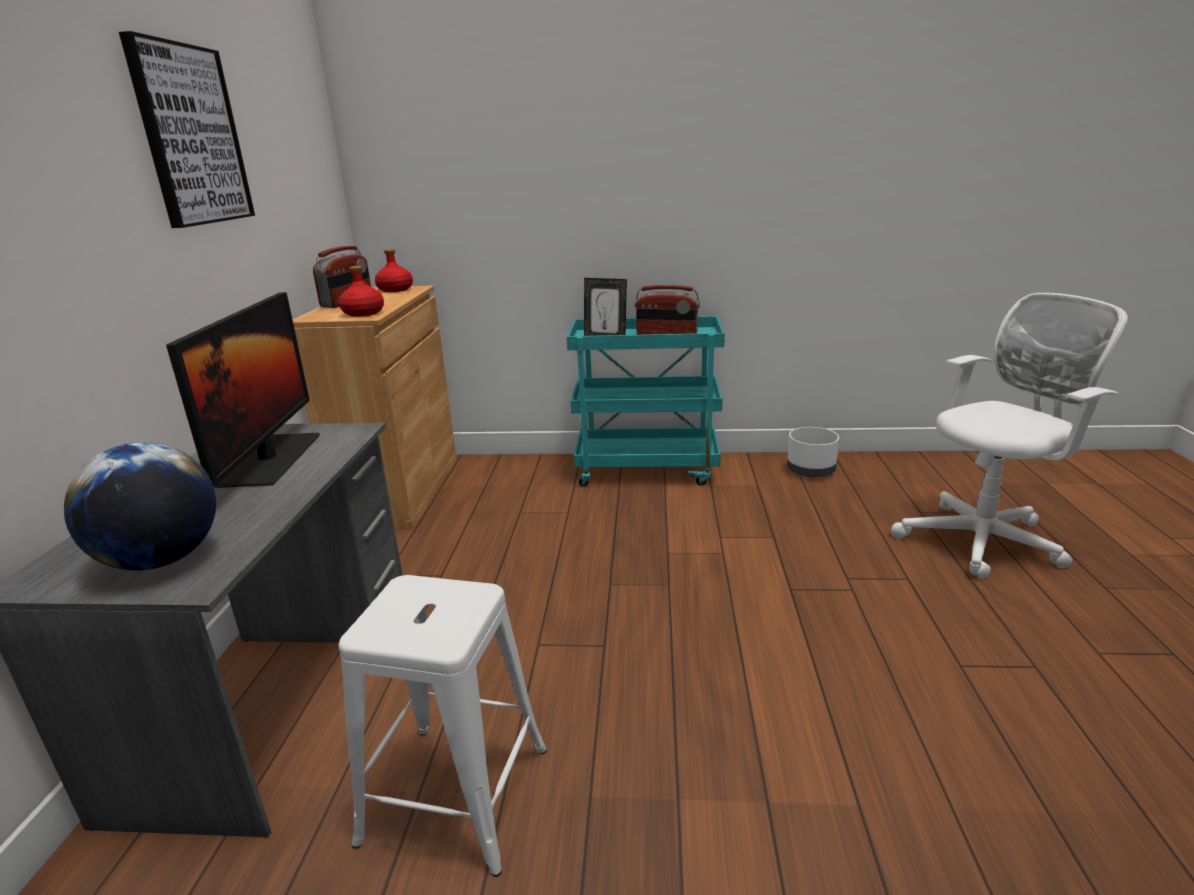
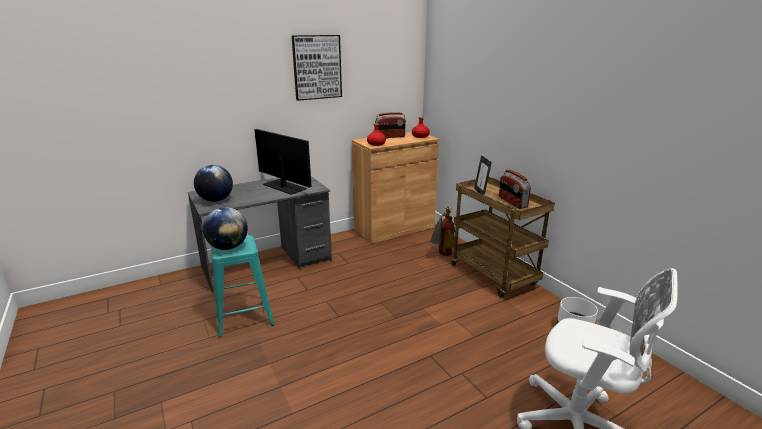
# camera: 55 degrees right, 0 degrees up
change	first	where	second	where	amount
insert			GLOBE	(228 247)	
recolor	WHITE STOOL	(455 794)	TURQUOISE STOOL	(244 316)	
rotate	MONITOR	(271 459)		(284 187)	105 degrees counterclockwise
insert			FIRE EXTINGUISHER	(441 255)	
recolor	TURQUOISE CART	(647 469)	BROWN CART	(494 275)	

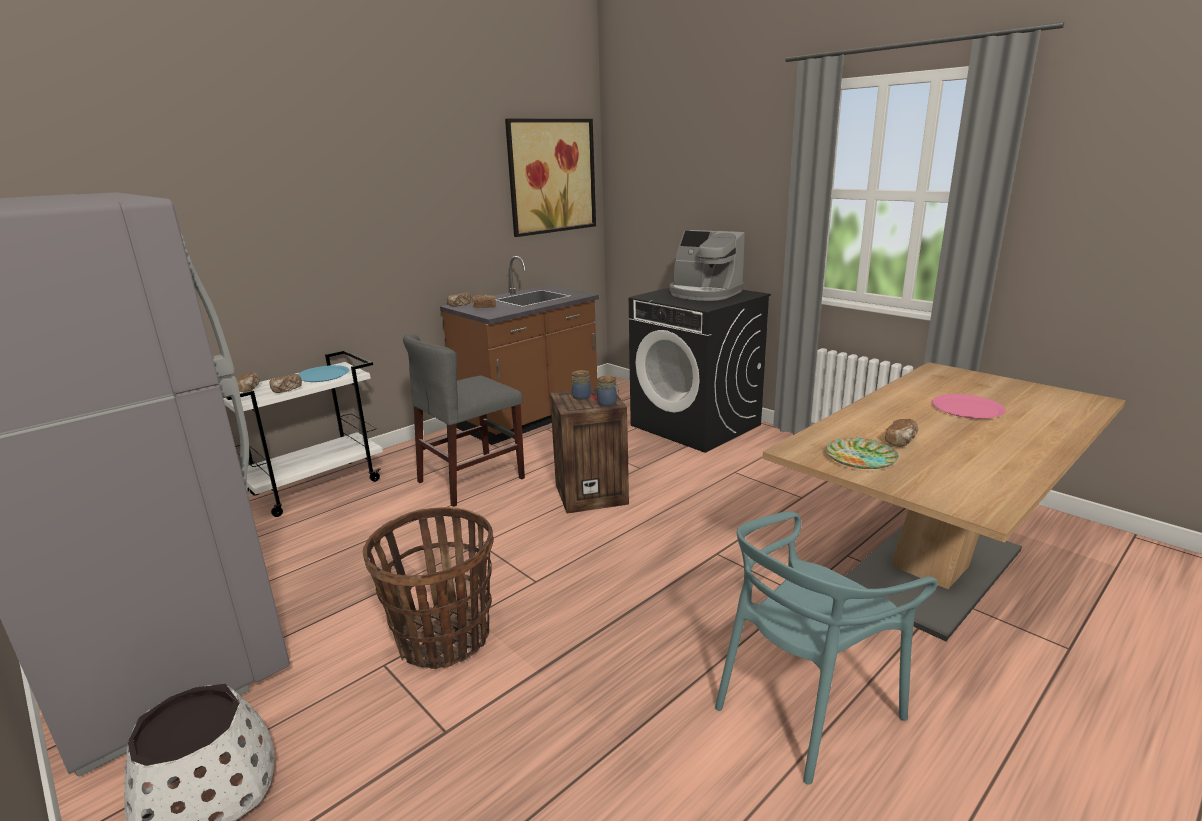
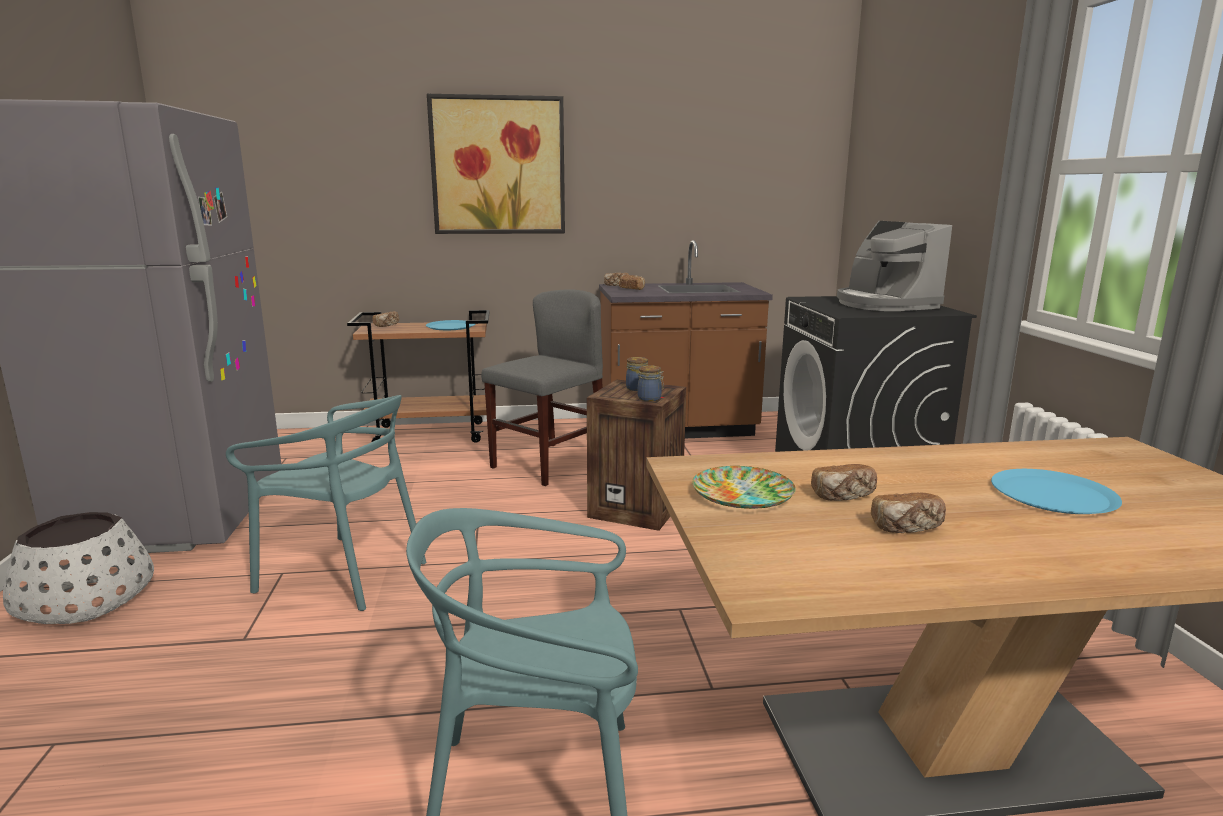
# camera: 35 degrees right, 5 degrees down
change	first	where	second	where	amount
replace	BASKET	(443 639)	TURQUOISE CHAIR	(343 574)	
recolor	WHITE CART	(317 486)	BROWN CART	(431 434)	
move	PICTURE	(552 176)		(498 166)	
rotate	GREY CHAIR	(471 480)		(549 464)	135 degrees clockwise
move	BREAD	(287 390)		(907 528)	
recolor	PINK PLATE	(967 408)	BLUE PLATE	(1053 494)	

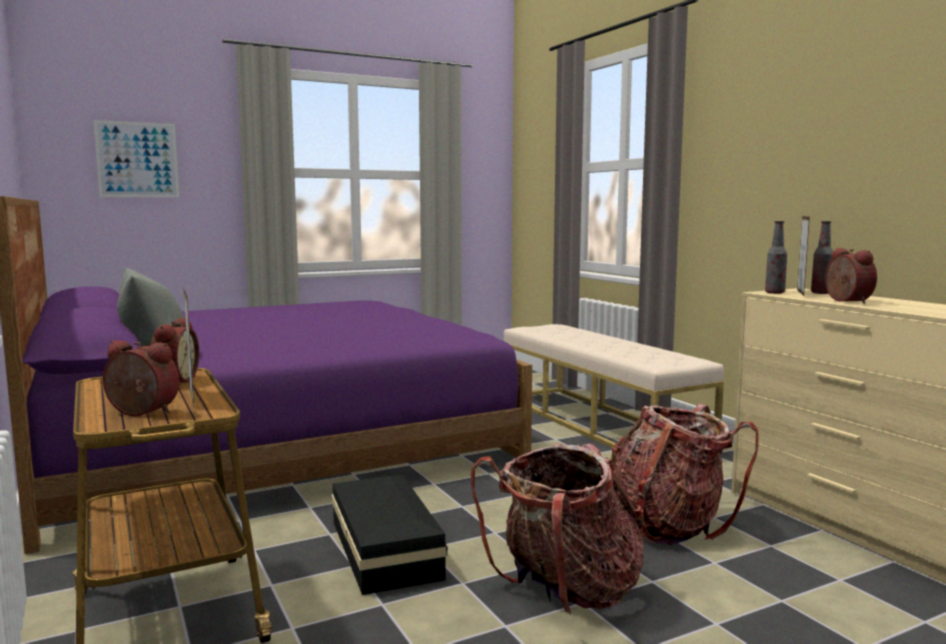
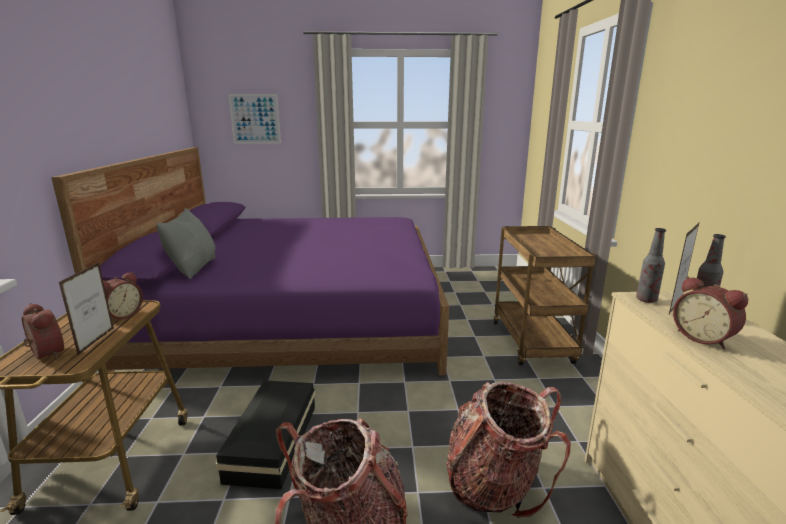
# camera: 25 degrees right, 10 degrees up
change	first	where	second	where	amount
replace	BEIGE BENCH	(598 422)	BROWN CART	(533 343)	
rotate	ALARM CLOCK	(845 301)		(703 338)	135 degrees clockwise

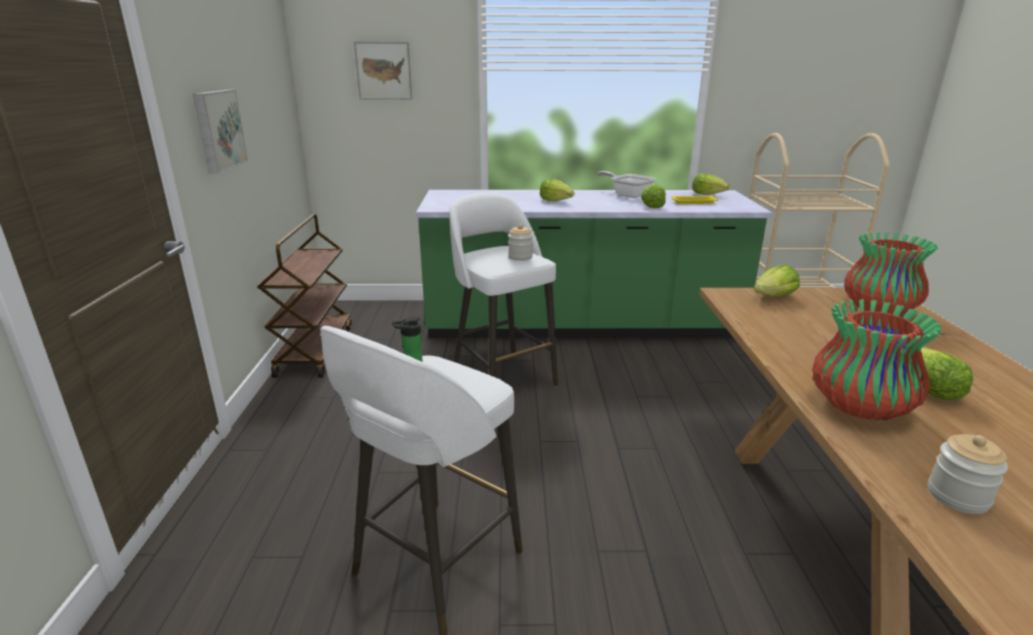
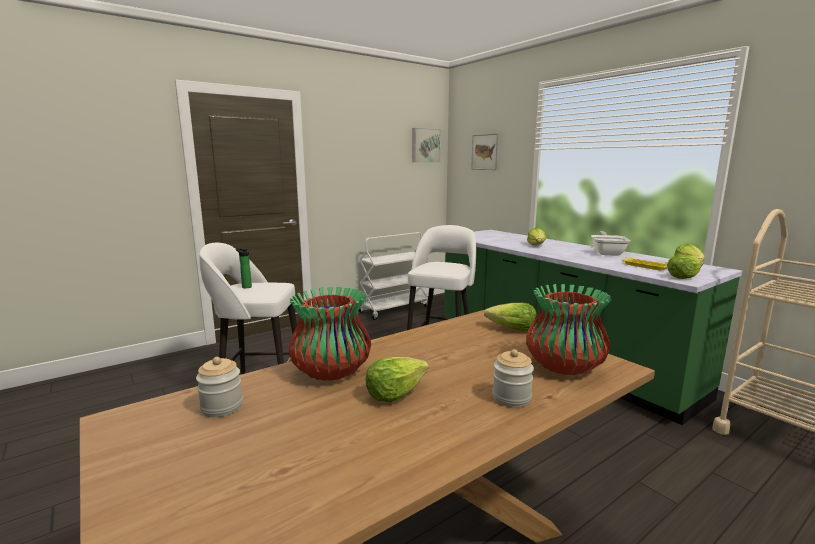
# camera: 55 degrees right, 10 degrees down
change	first	where	second	where	amount
recolor	BROWN CART	(315 350)	WHITE CART	(395 309)	
move	PICTURE	(218 130)		(425 145)	
move	JAR	(520 257)		(511 398)	
move	LETTUCE	(651 206)		(683 277)	

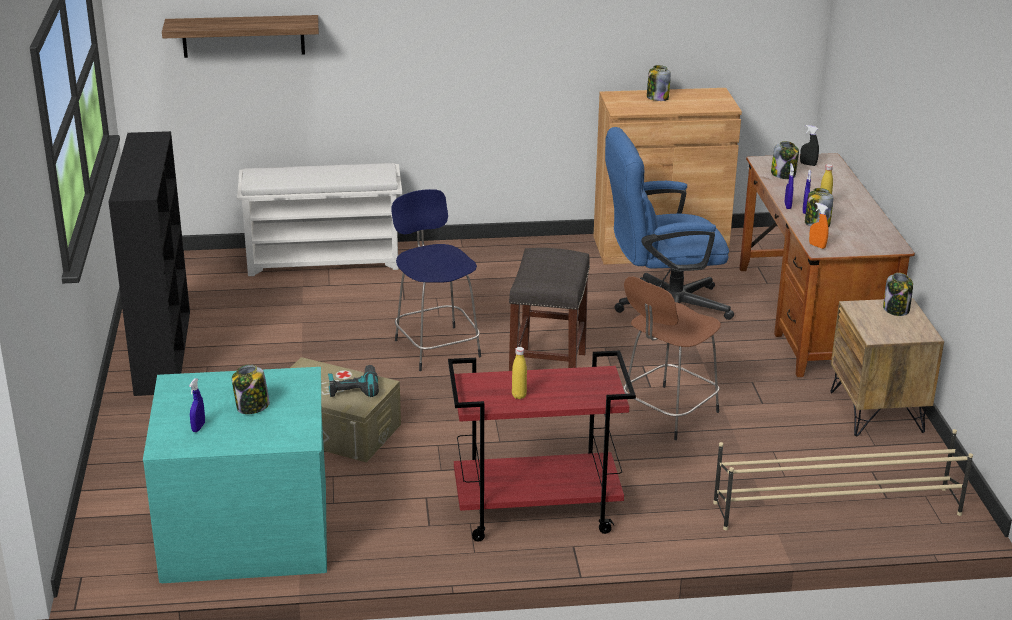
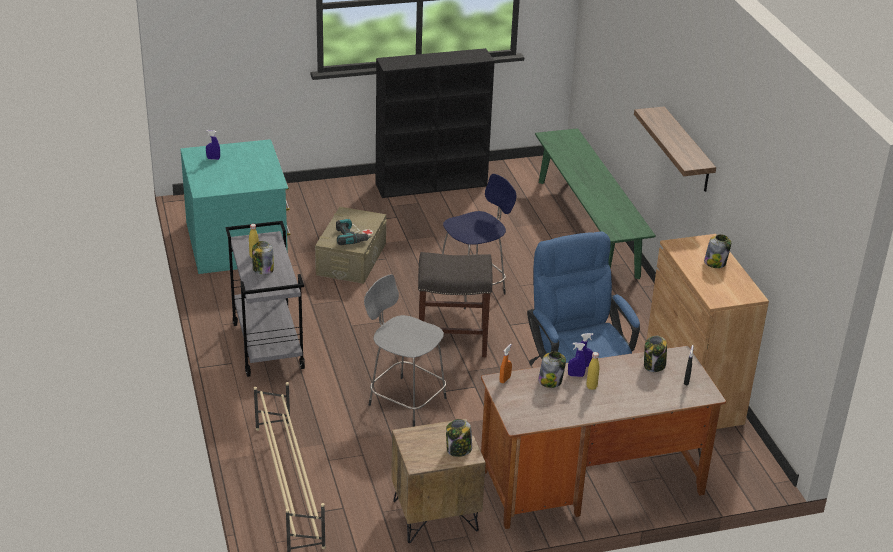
# camera: 80 degrees right, 5 degrees up
change	first	where	second	where	amount
recolor	RED CART	(535 513)	GREY CART	(267 345)	
move	JAR	(252 407)		(263 269)	
recolor	BROWN STOOL	(667 414)	GREY STOOL	(405 400)	
replace	WHITE SHOE RACK	(325 260)	GREEN BENCH	(587 227)	
move	SHELF	(243 36)		(687 151)	

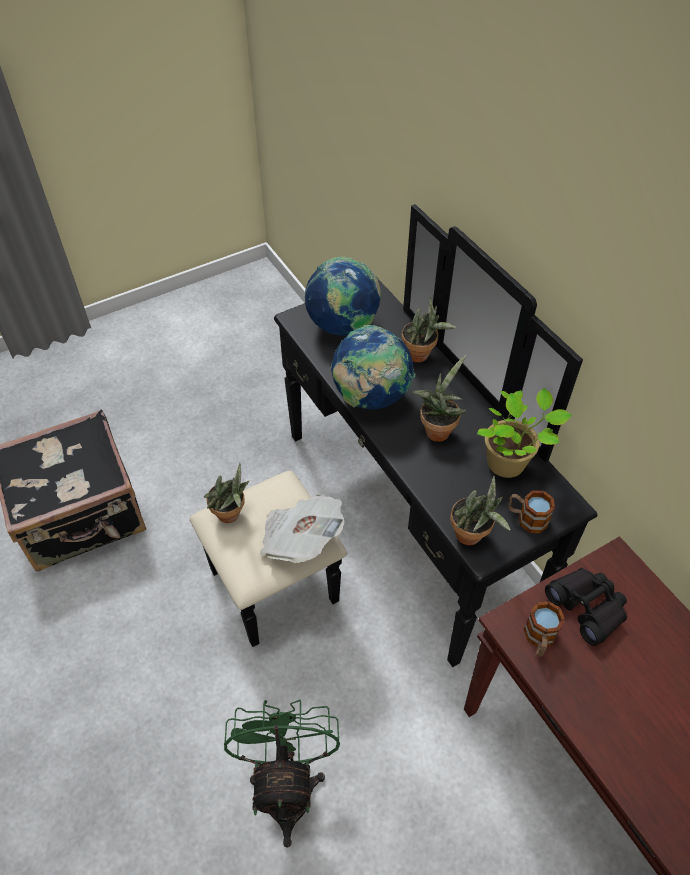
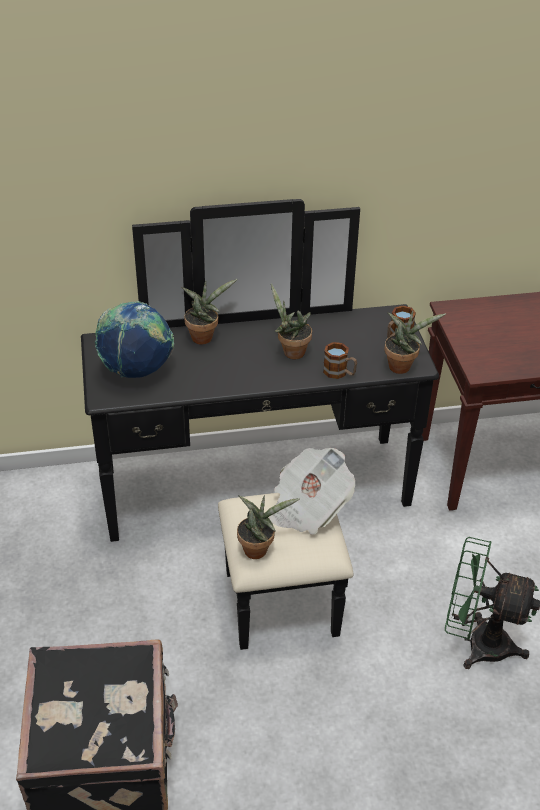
# camera: 70 degrees left, 10 degrees down
change	first	where	second	where	amount
move	MUG	(539 639)		(339 373)	
delete	GLOBE	(370 398)			
delete	POTTED PLANT	(509 463)			
delete	BLACK BINOCULARS	(587 607)			

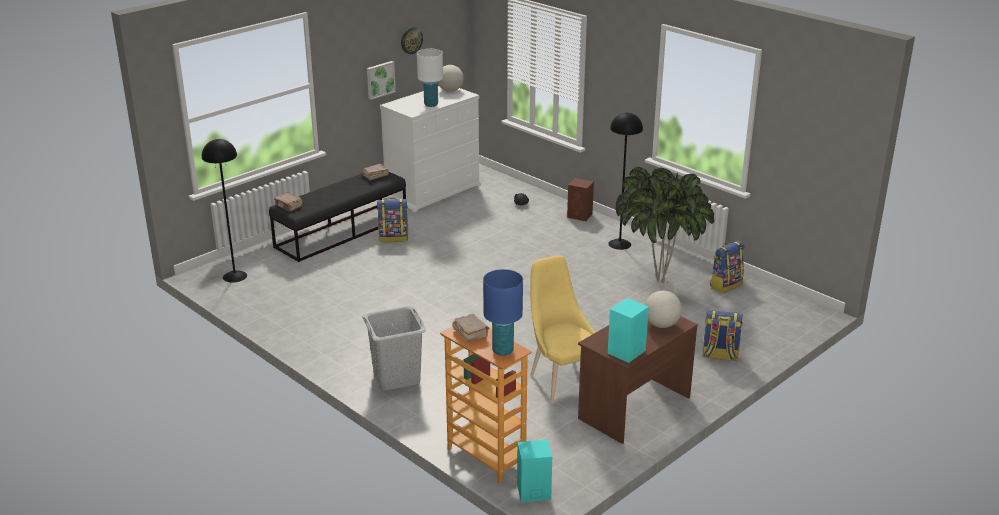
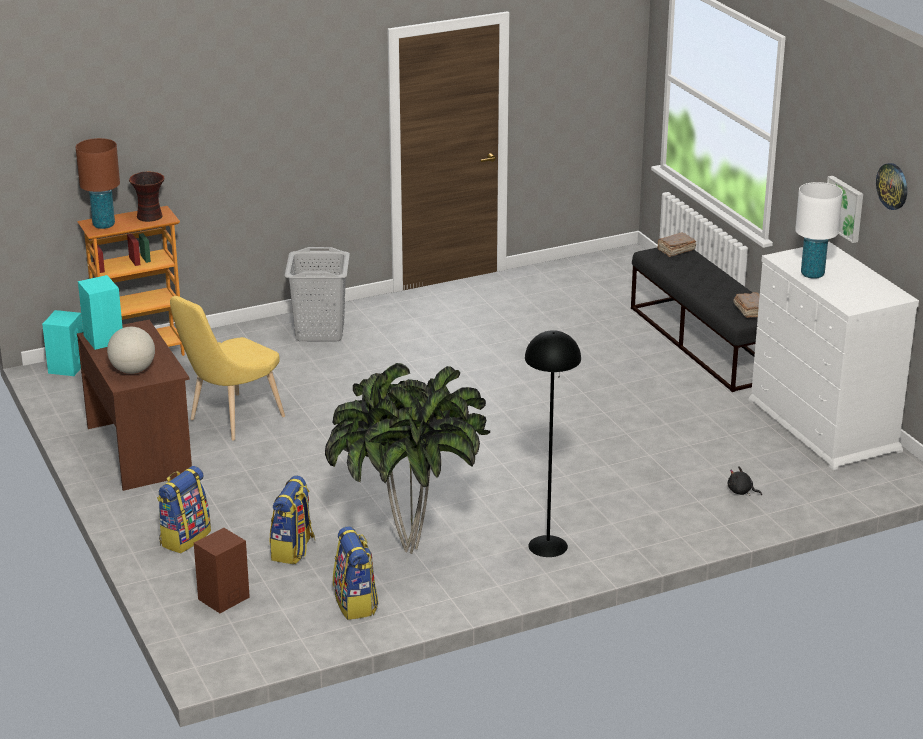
# camera: 110 degrees right, 0 degrees up
change	first	where	second	where	amount
recolor	BLUE TABLE LAMP	(503 351)	BROWN TABLE LAMP	(104 225)	
replace	BROWN BOOK	(470 333)	VASE	(150 217)	
rotate	YELLOW CHAIR	(562 380)		(231 420)	135 degrees clockwise
move	BROWN SPEAKER	(580 216)		(222 599)	
move	BACKPACK	(394 237)		(293 550)	
delete	BLACK FLOOR LAMP	(235 276)			
delete	GLOBE	(450 90)			

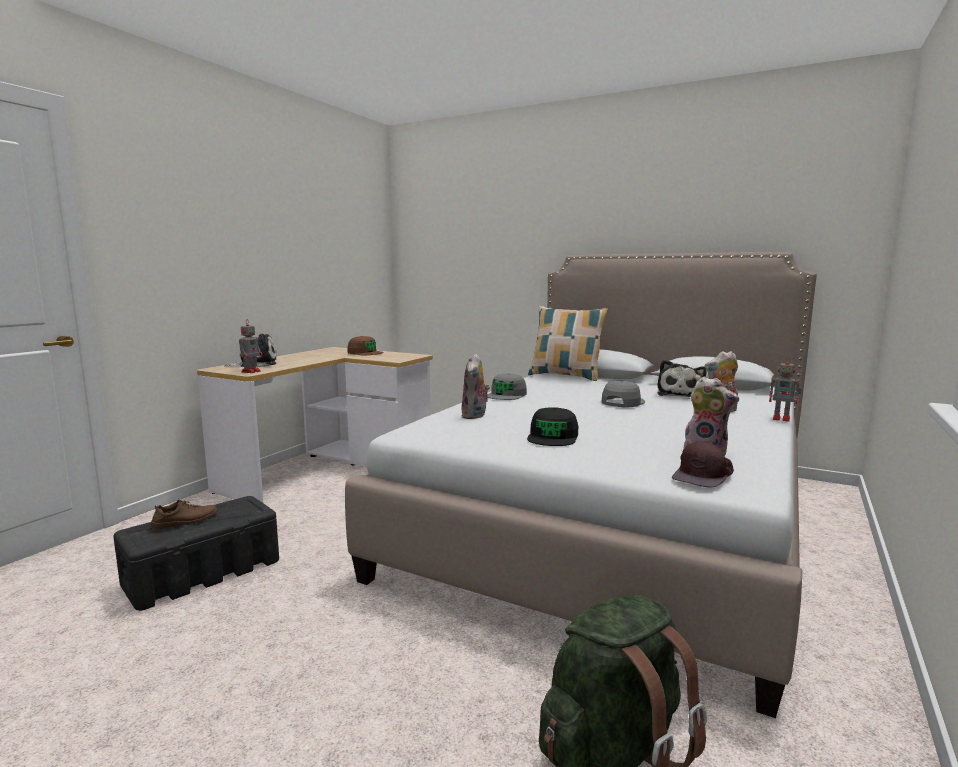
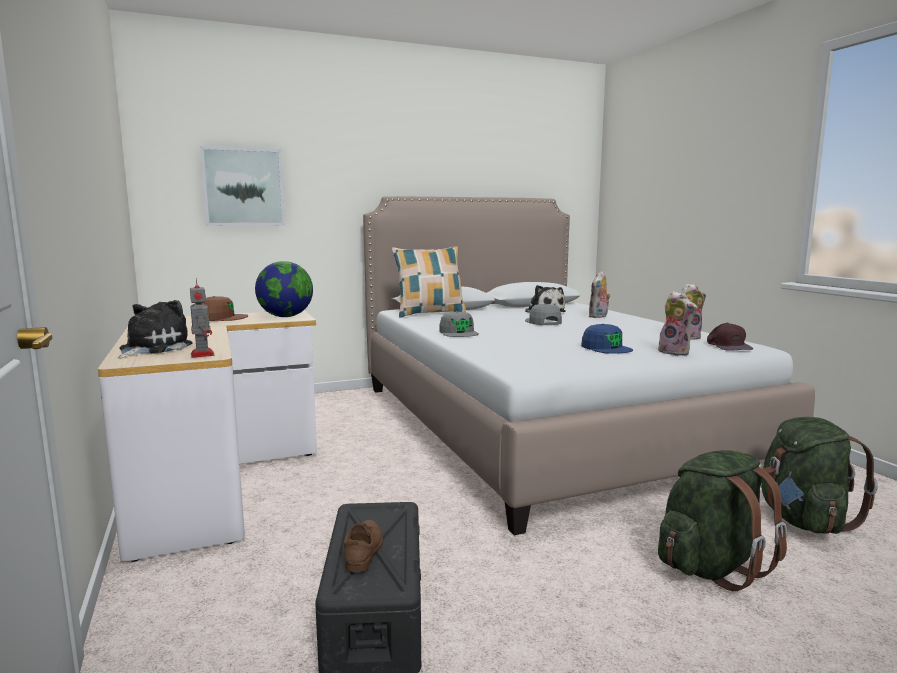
# camera: 50 degrees left, 0 degrees up
change	first	where	second	where	amount
insert			PICTURE	(243 187)	
insert			GLOBE	(285 316)	
recolor	BLACK CAP	(553 437)	BLUE CAP	(606 348)	
move	PLUSH TOY	(475 416)		(675 352)	
insert			GREEN BACKPACK	(711 566)	
delete	TOY ROBOT	(782 418)			

